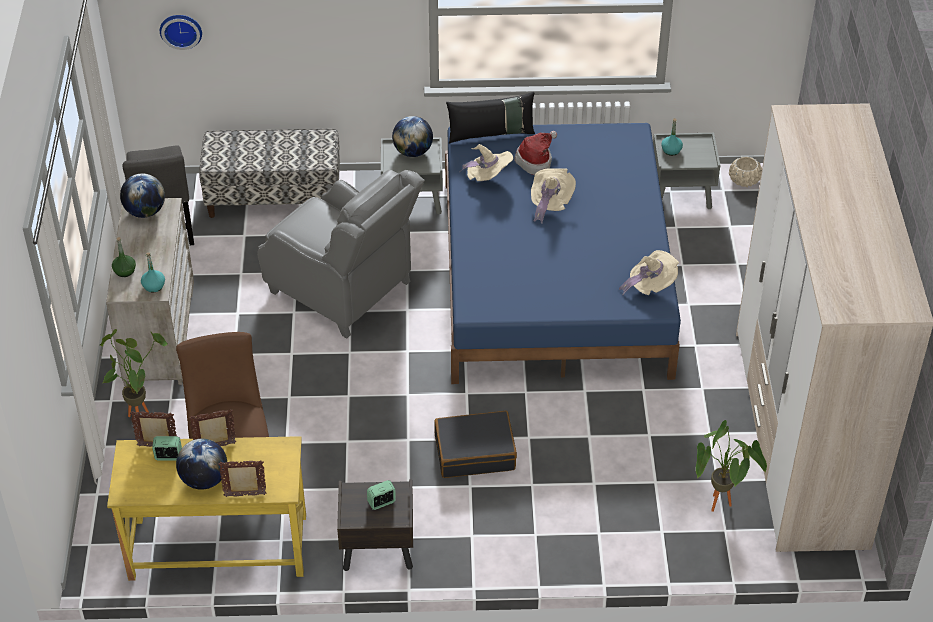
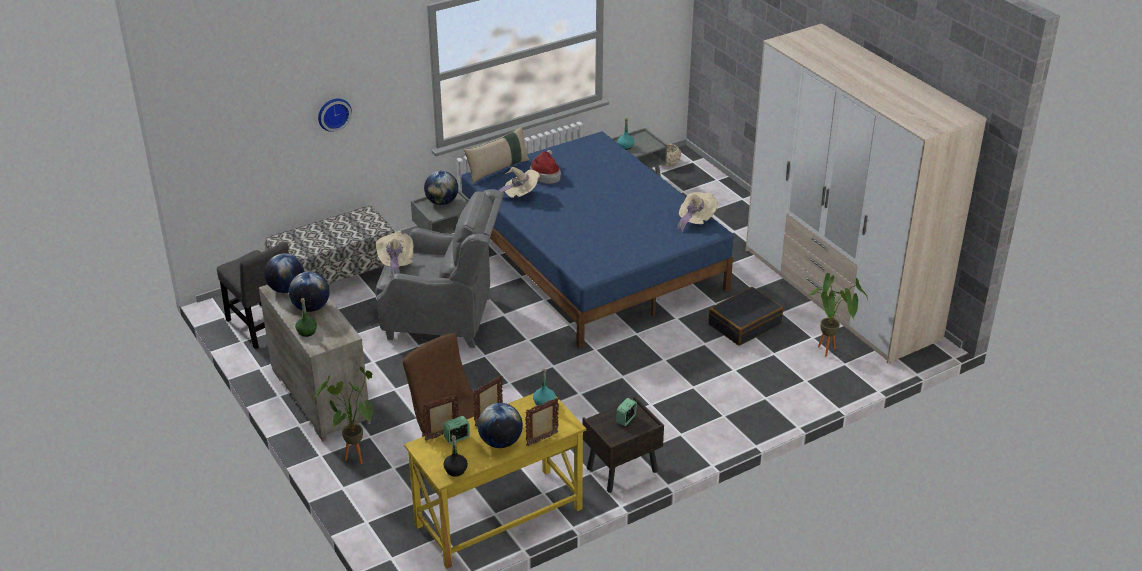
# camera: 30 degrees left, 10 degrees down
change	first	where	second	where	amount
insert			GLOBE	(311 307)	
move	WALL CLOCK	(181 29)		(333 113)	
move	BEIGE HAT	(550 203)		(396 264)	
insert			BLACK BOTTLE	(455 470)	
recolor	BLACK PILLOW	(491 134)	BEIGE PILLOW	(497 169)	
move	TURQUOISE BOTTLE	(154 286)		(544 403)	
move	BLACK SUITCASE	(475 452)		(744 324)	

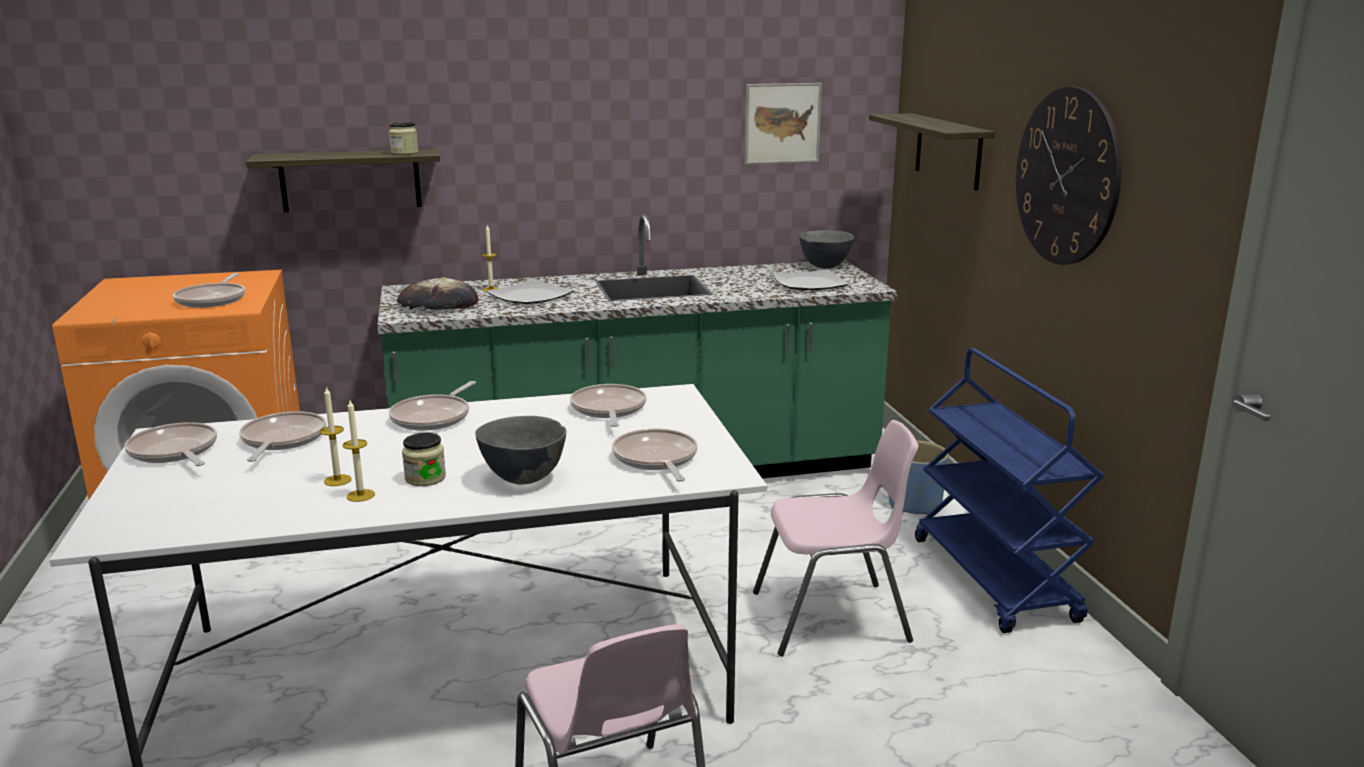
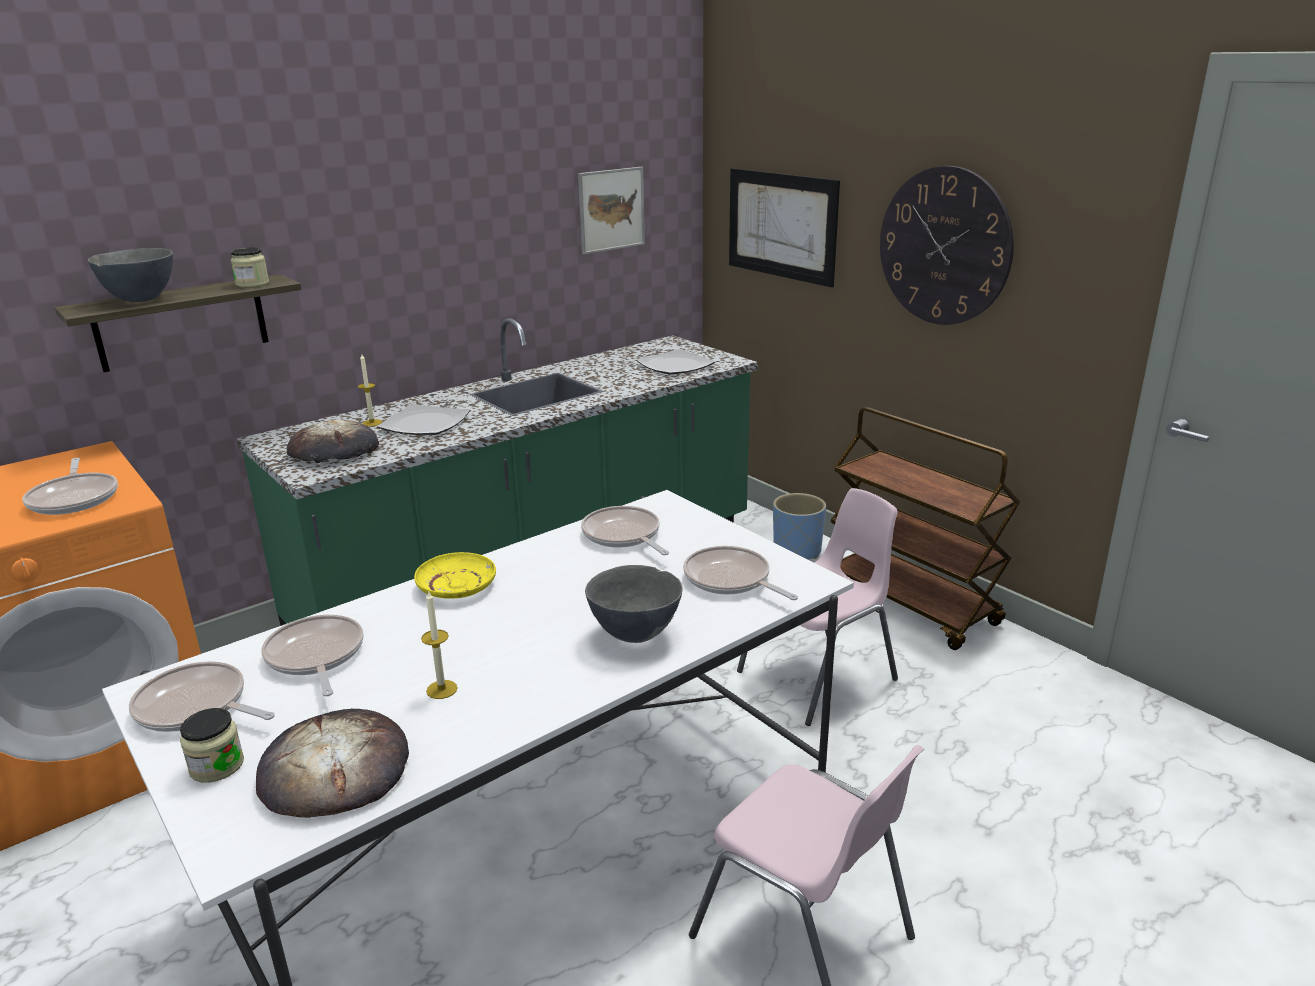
# camera: 25 degrees left, 5 degrees up
change	first	where	second	where	amount
move	GREY BOWL	(825 267)		(141 300)	
move	JAR	(425 478)		(217 766)	
insert			BREAD	(335 769)	
replace	FRYING PAN	(434 417)	YELLOW PLATE	(457 585)	
replace	SHELF	(948 151)	PICTURE	(781 225)	
recolor	BLUE CART	(995 580)	BROWN CART	(910 604)	
delete	CANDLE	(360 495)			

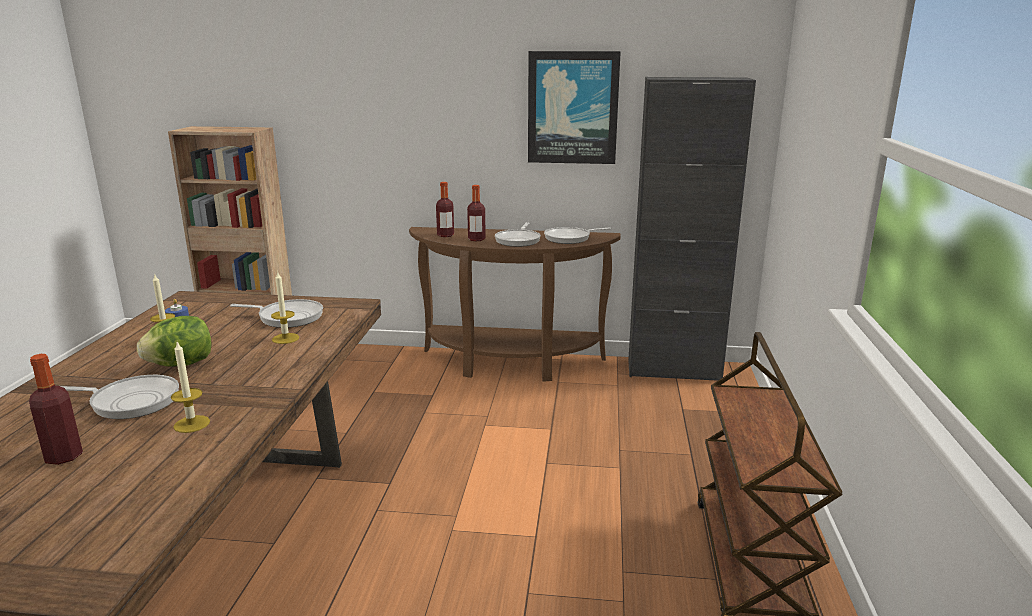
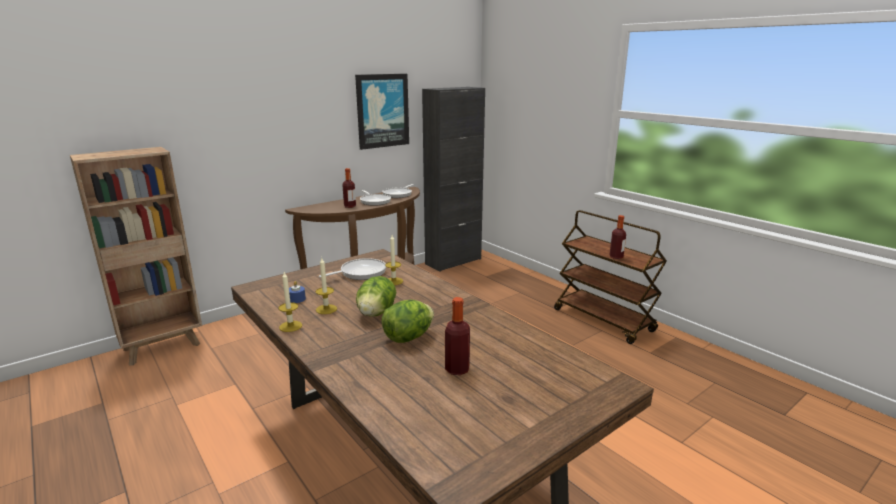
# camera: 45 degrees left, 0 degrees up
change	first	where	second	where	amount
move	CANDLE	(192 424)		(290 326)	
replace	FRYING PAN	(131 401)	LETTUCE	(408 337)	
move	BOTTLE	(445 235)		(616 257)	

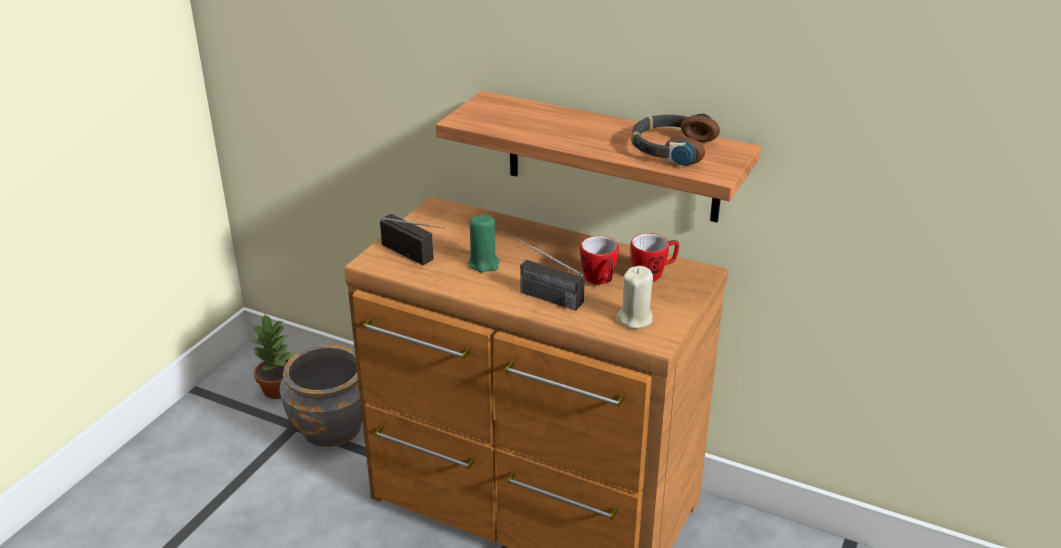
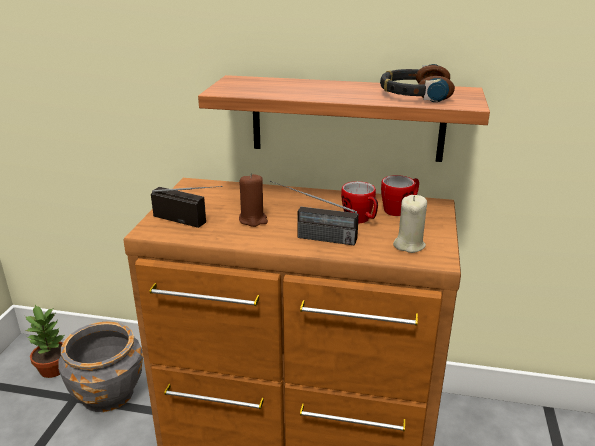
# camera: 15 degrees left, 5 degrees down
change	first	where	second	where	amount
recolor	GREEN CANDLE	(484 264)	BROWN CANDLE	(253 220)	

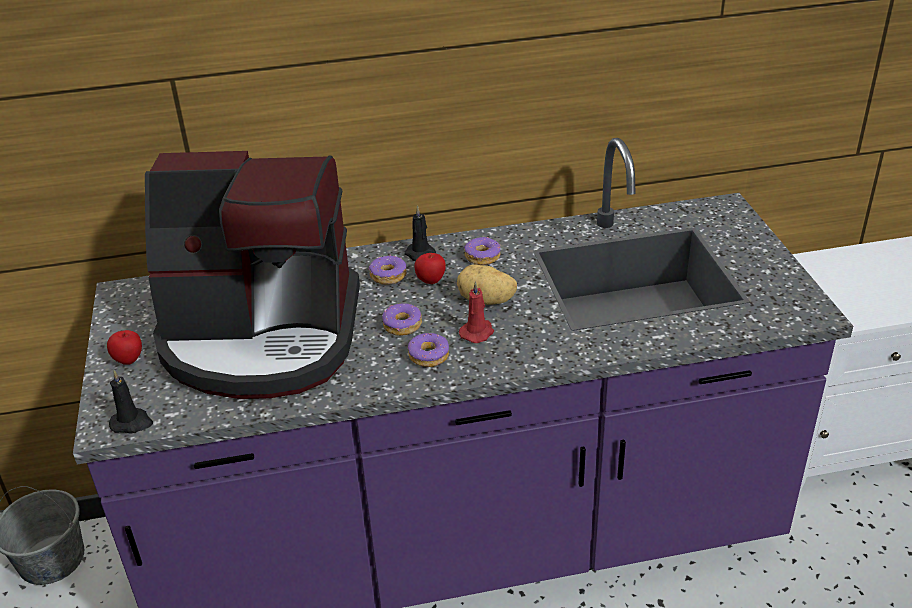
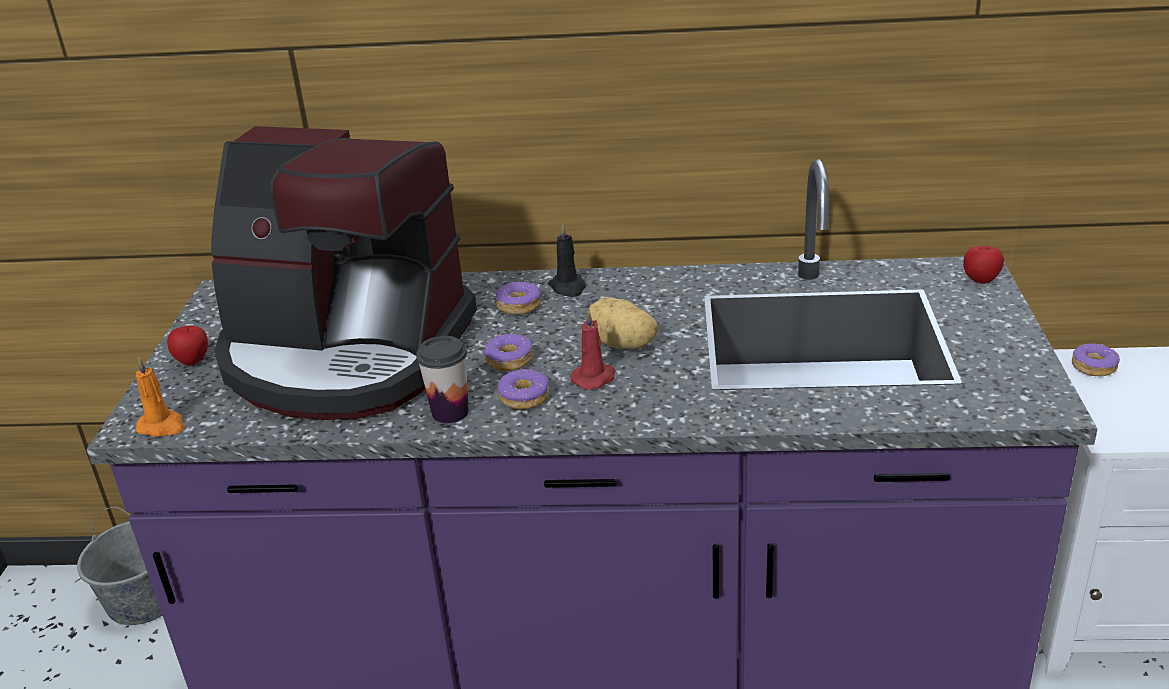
# camera: 15 degrees right, 5 degrees down
change	first	where	second	where	amount
recolor	BLACK CANDLE	(132 423)	ORANGE CANDLE	(162 426)	
insert			CUP	(450 412)	
move	APPLE	(430 281)		(980 281)	
move	DONUT	(482 257)		(1093 366)	

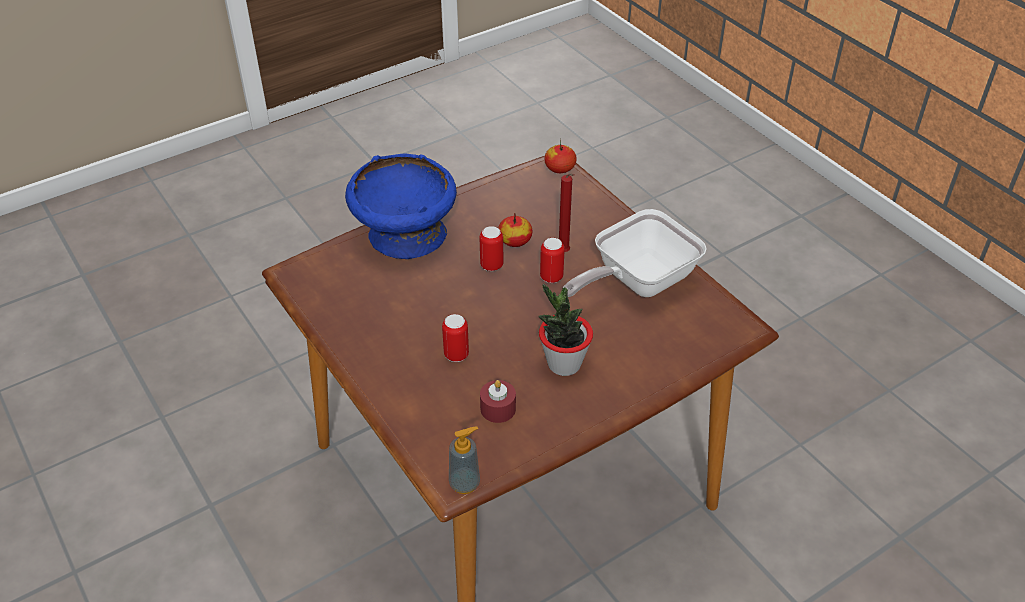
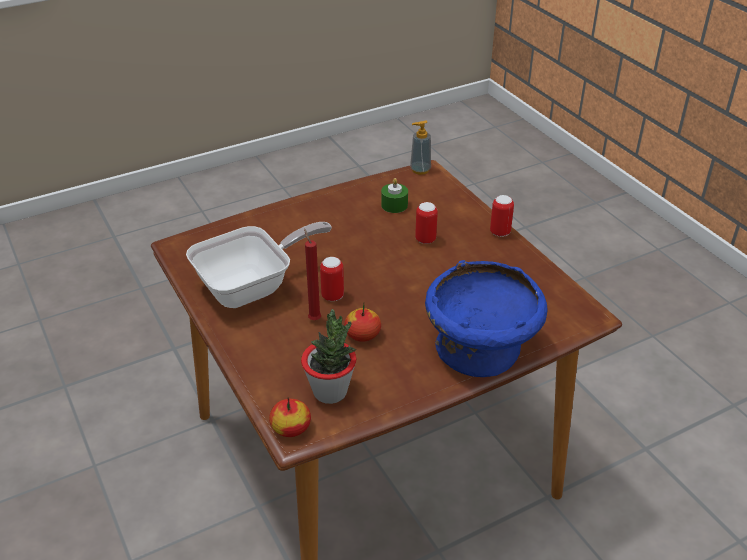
# camera: 175 degrees left, 5 degrees down
change	first	where	second	where	amount
move	POTTED PLANT	(564 364)		(330 392)	
recolor	RED CANDLE	(498 409)	GREEN CANDLE	(394 205)	
move	CAN	(491 265)		(500 232)	

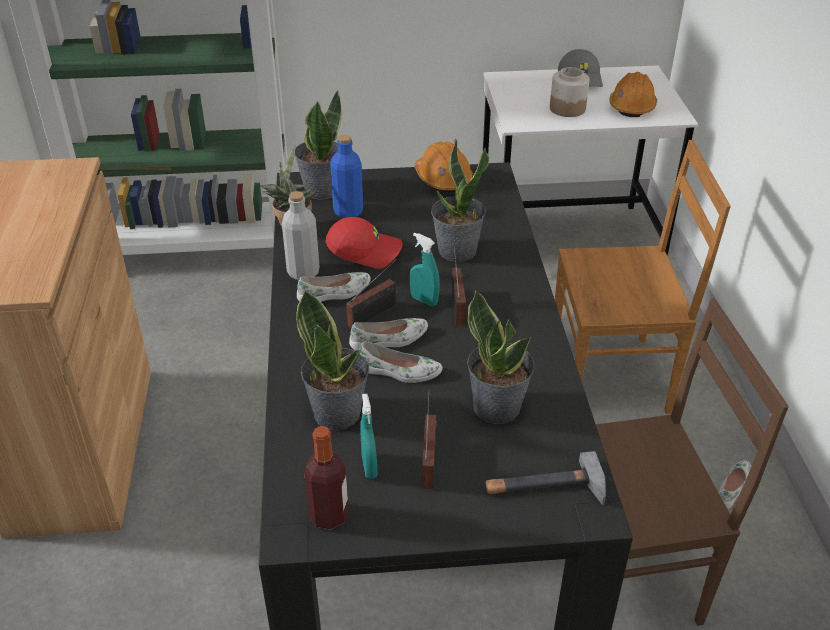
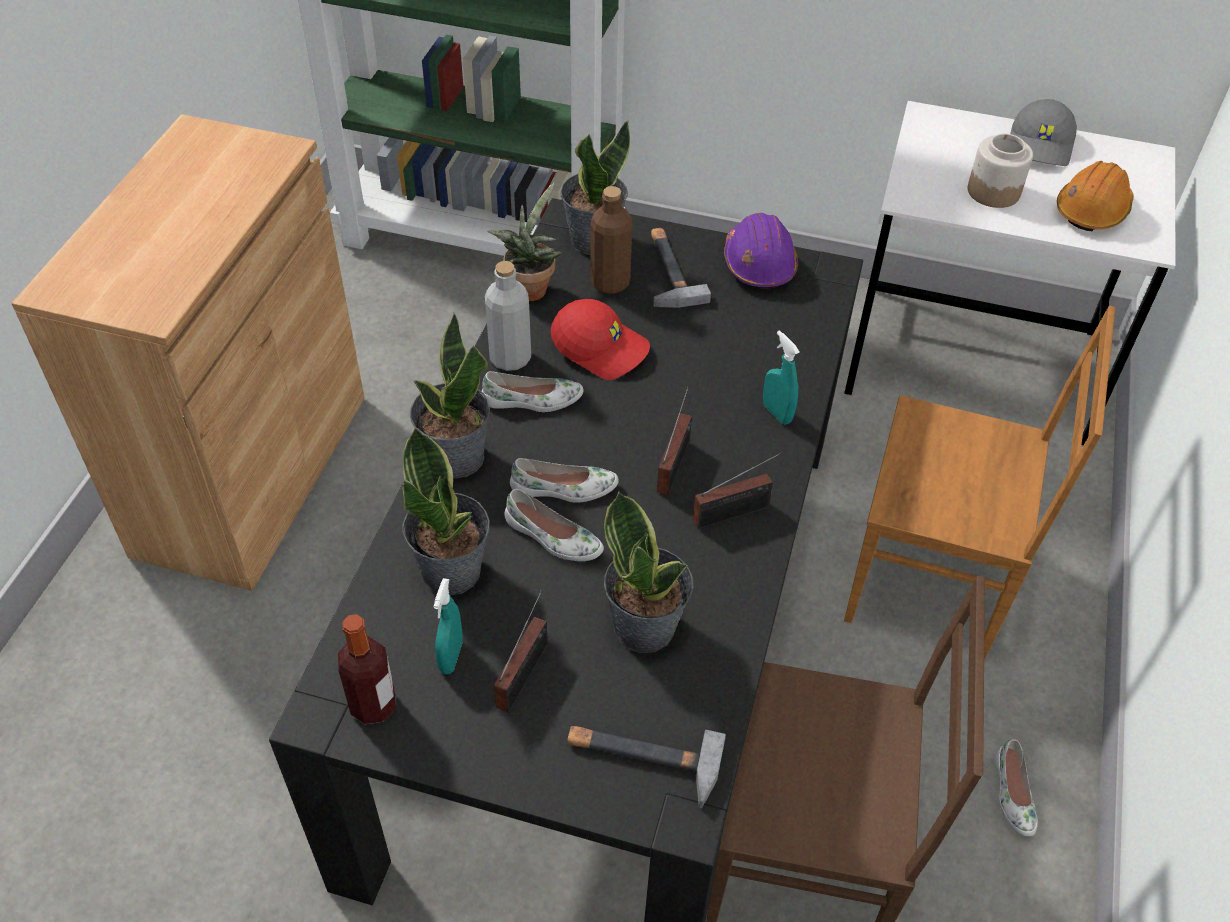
# camera: 20 degrees right, 10 degrees up
change	first	where	second	where	amount
move	POTTED PLANT	(457 251)		(455 458)	
recolor	BLUE BOTTLE	(348 212)	BROWN BOTTLE	(610 282)	
insert			HAMMER	(667 270)	
move	RADIO	(375 314)		(735 513)	
recolor	ORANGE HARD HAT	(443 179)	PURPLE HARD HAT	(758 264)	
move	TURQUOISE SPRAY BOTTLE	(424 300)		(777 413)	
rotate	WHITE SHOE	(733 488)		(1012 794)	120 degrees clockwise

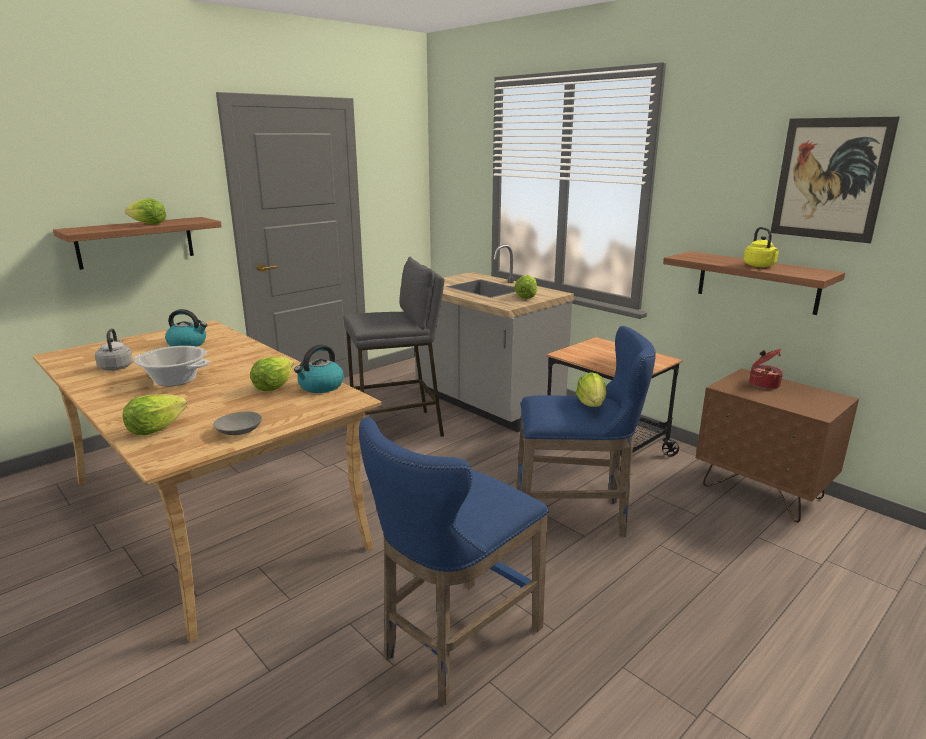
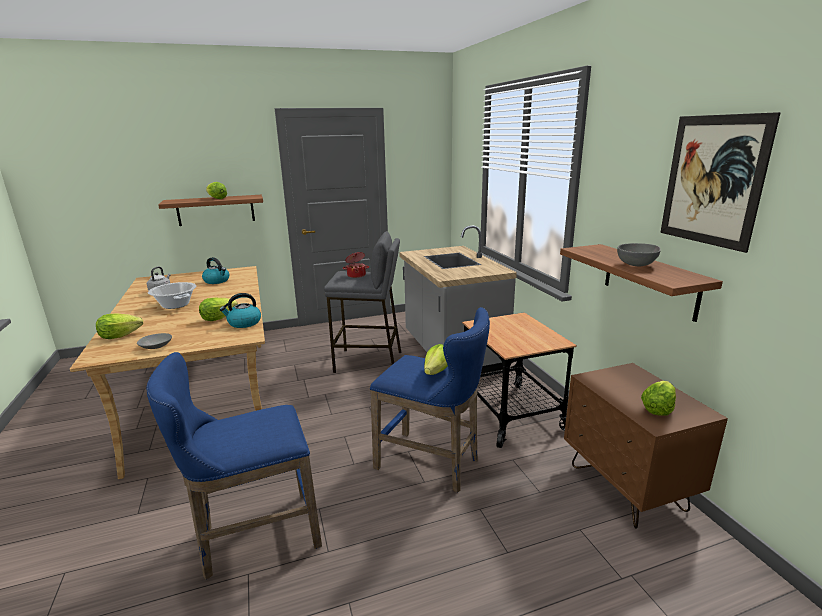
# camera: 25 degrees right, 0 degrees up
change	first	where	second	where	amount
move	COOKING POT	(763 384)		(356 275)	
replace	YELLOW KETTLE	(760 266)	GREY BOWL	(637 265)	
move	LETTUCE	(526 297)		(657 409)	

